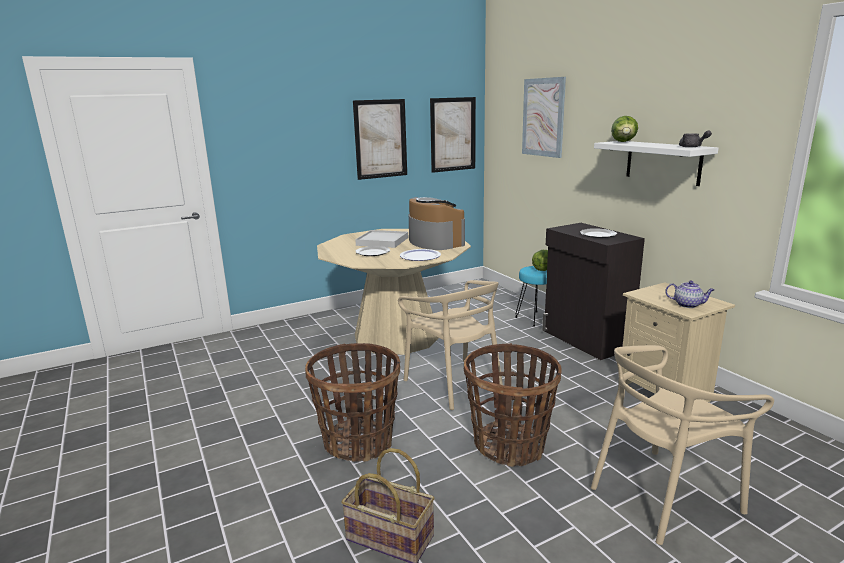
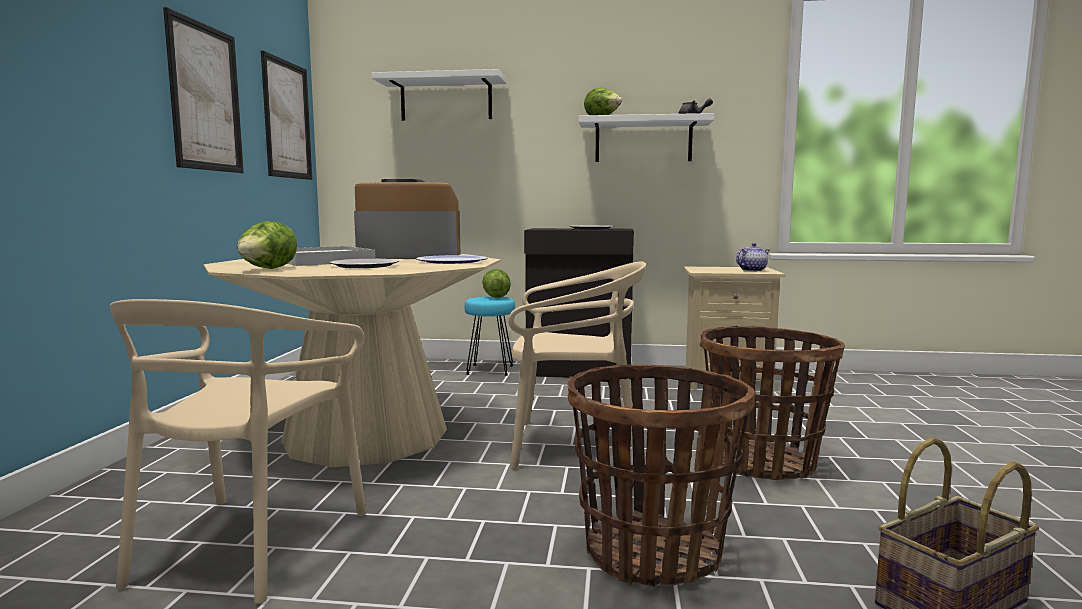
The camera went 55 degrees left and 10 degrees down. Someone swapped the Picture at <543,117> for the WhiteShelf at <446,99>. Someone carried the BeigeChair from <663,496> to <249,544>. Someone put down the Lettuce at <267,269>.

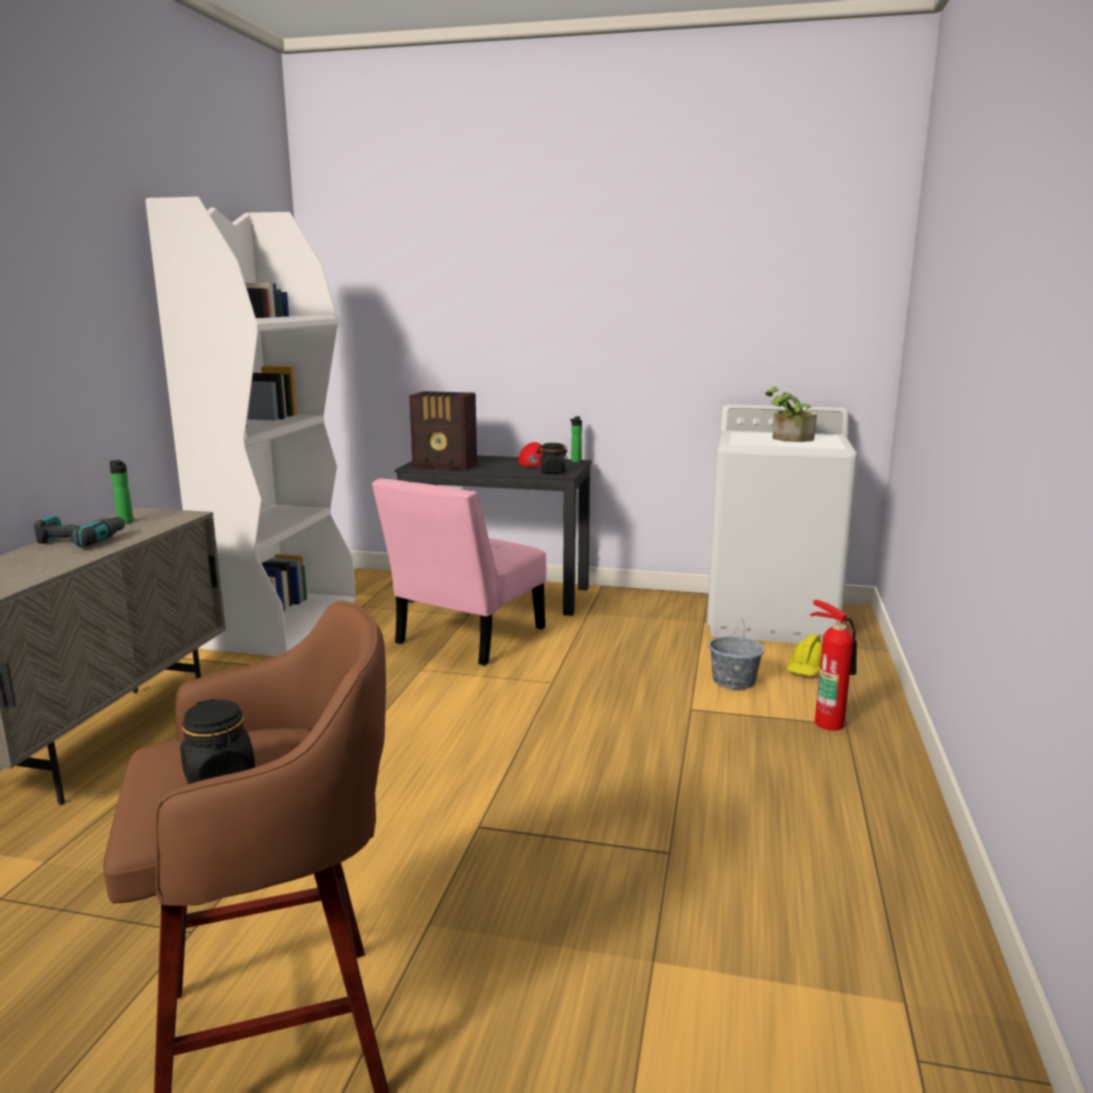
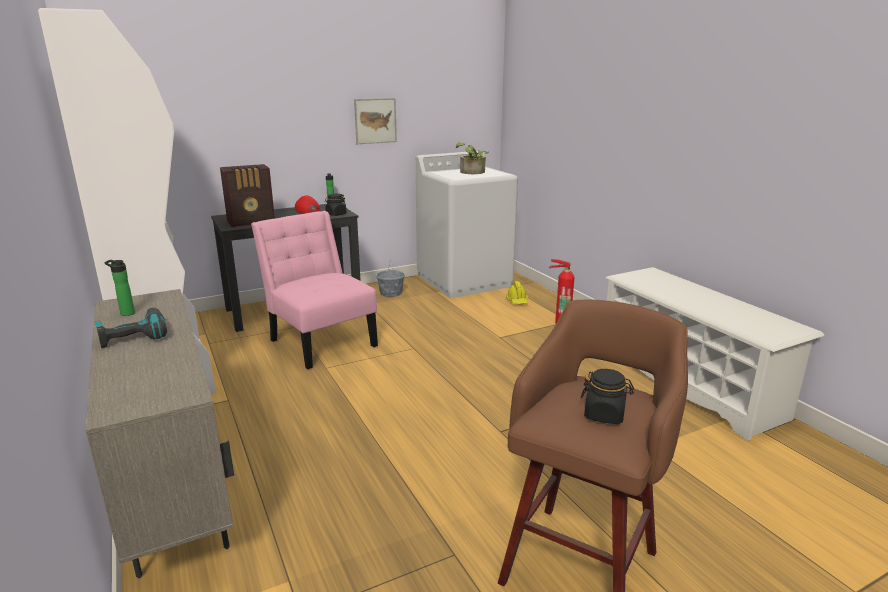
The camera went 40 degrees left and 5 degrees up. Someone rotated the PinkChair at <465,638> by 150 degrees clockwise. Someone carried the GreyBucket from <734,681> to <391,293>. Someone put up the Picture at <375,121>. Someone put down the WhiteShoeRack at <688,383>.

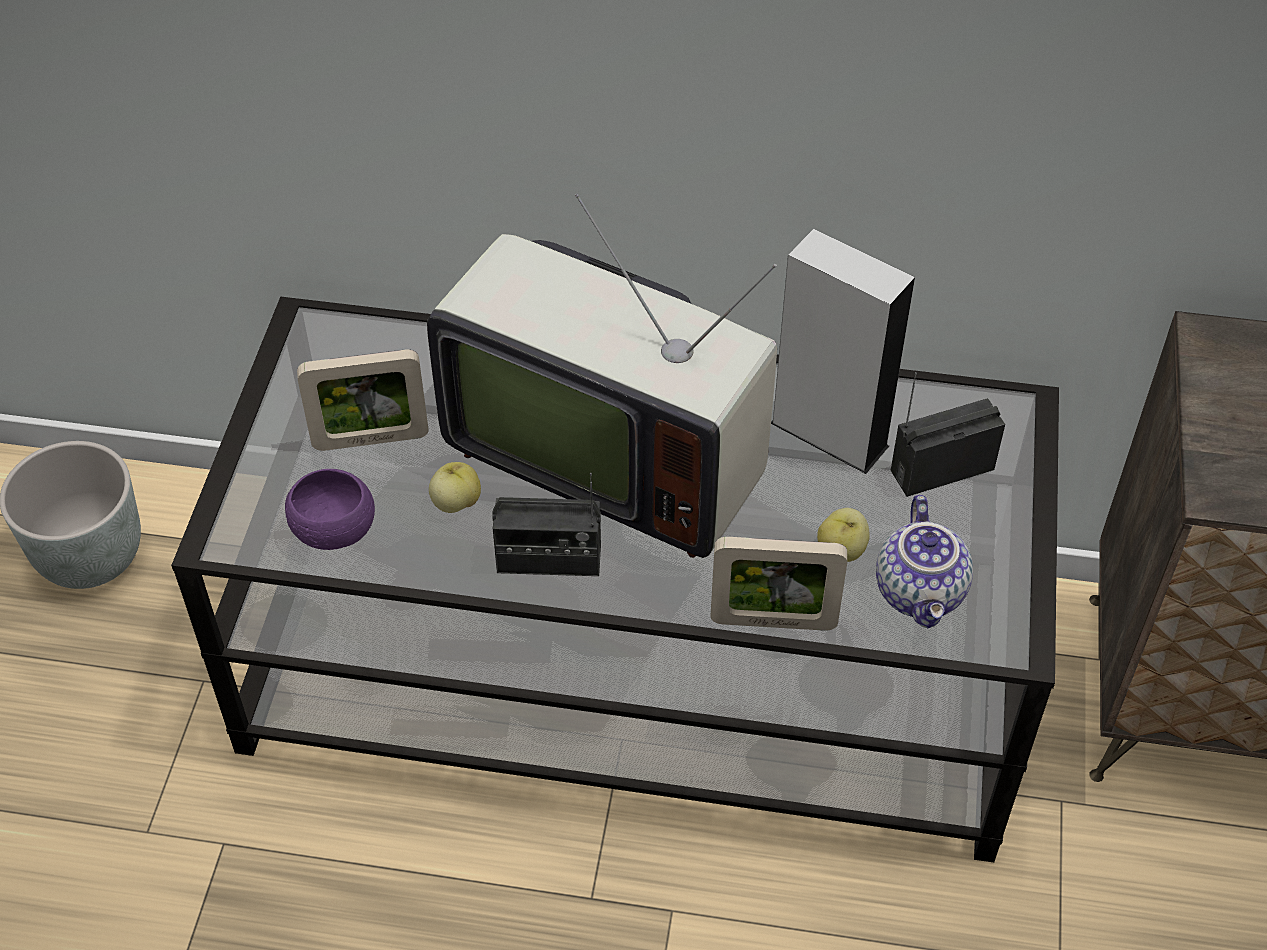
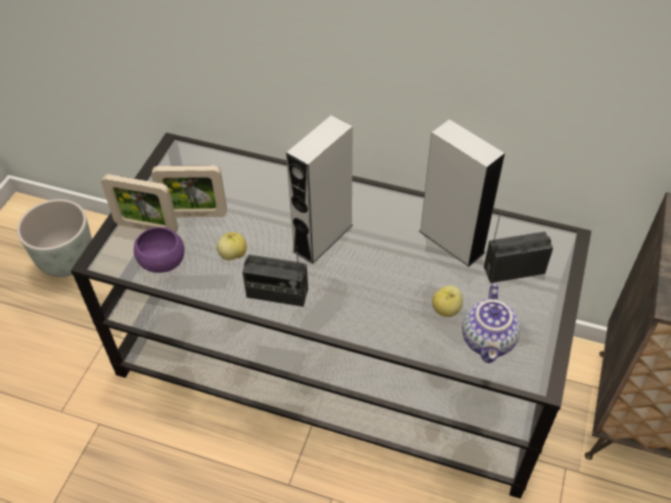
The camera went 10 degrees right and 0 degrees up. Someone swapped the Television at <607,454> for the GreySpeaker at <323,238>. Someone carried the PictureFrame from <773,621> to <147,227>.

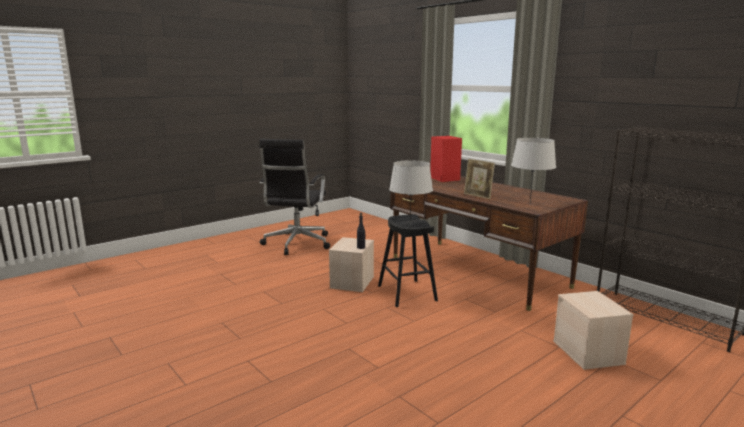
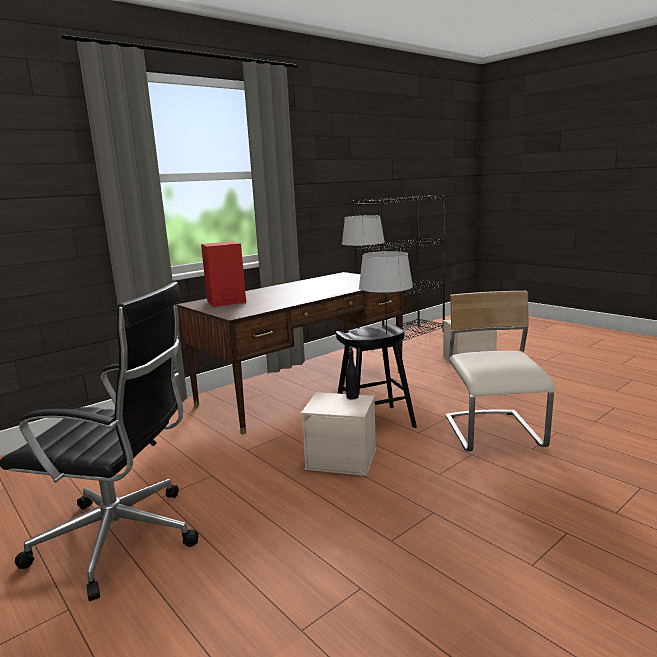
The camera went 90 degrees left and 0 degrees up. Someone took away the PictureFrame at <477,196>. Someone put down the BeigeChair at <494,433>.

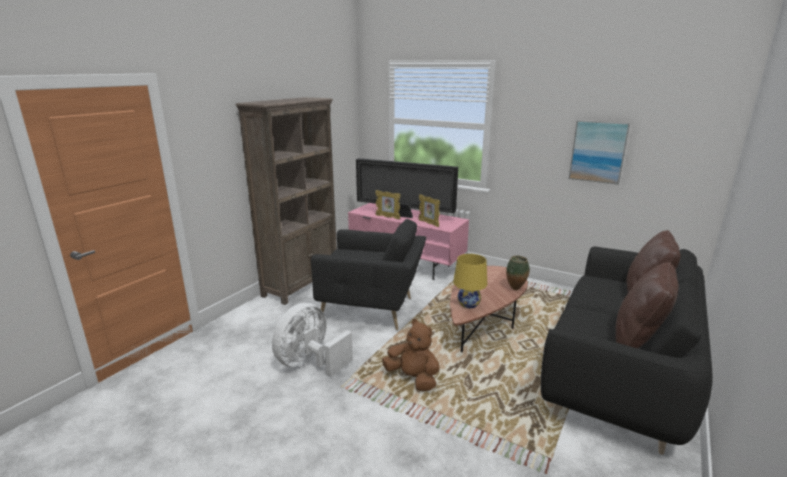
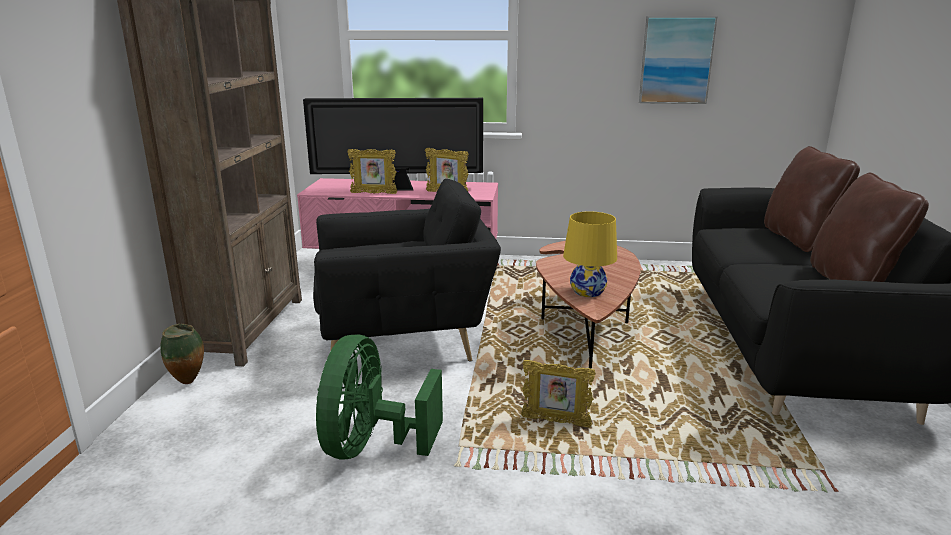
The camera went 25 degrees left and 0 degrees up. Someone repainted the WhiteFan at <310,363>, which became the GreenFan at <371,446>. Someone swapped the BrownPlushToy at <413,378> for the PictureFrame at <555,422>. Someone carried the Vase from <516,289> to <189,382>.

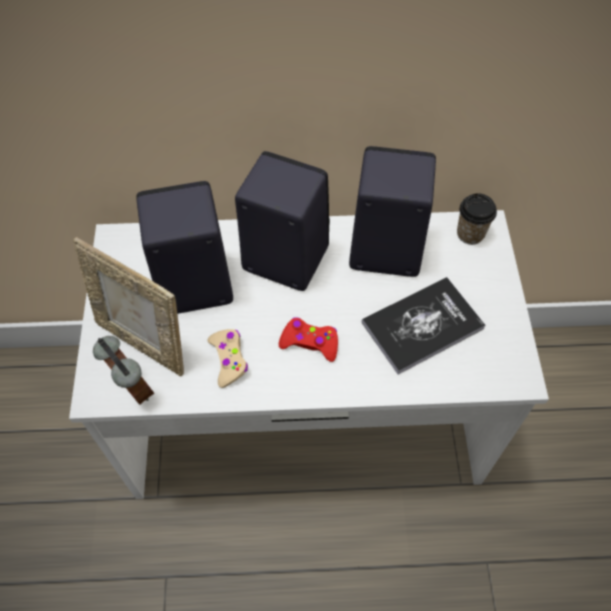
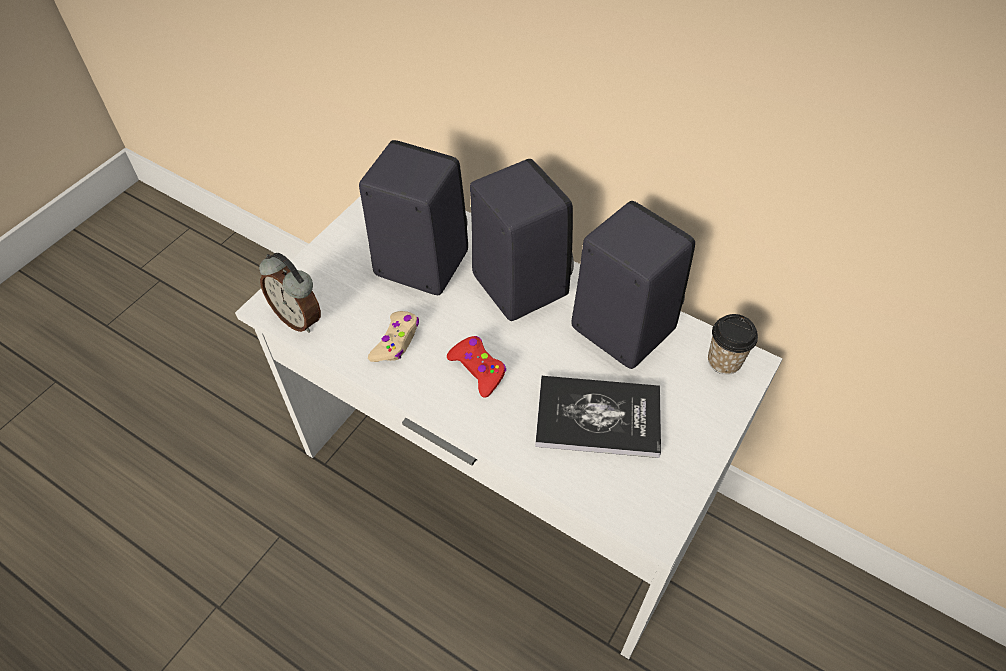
The camera went 35 degrees right and 5 degrees down. Someone took away the PictureFrame at <144,342>. Someone rotated the AlarmClock at <131,389> by 135 degrees clockwise.

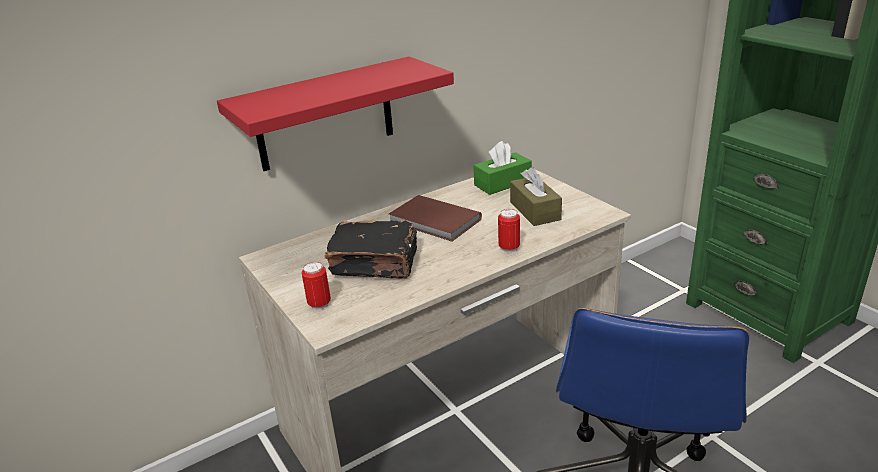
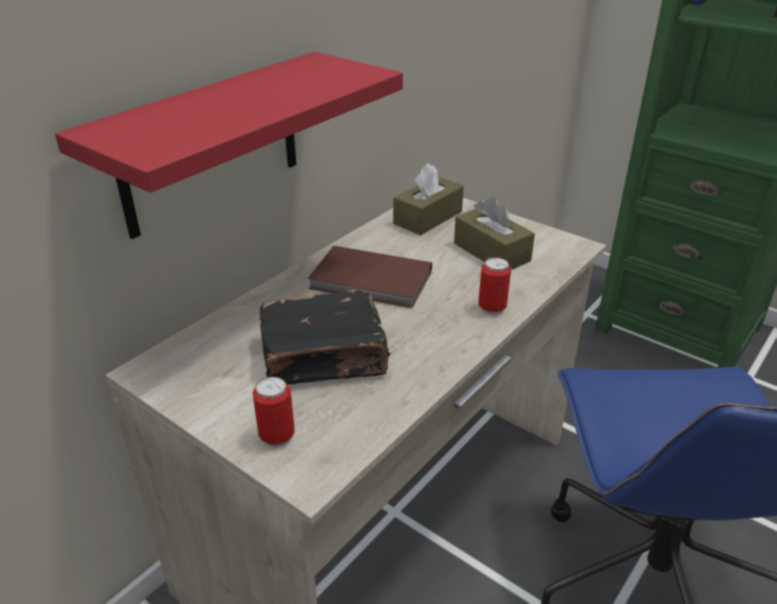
The camera went 20 degrees left and 5 degrees up. Someone repainted the GreenTissueBox at <502,183>, which became the BrownTissueBox at <428,218>.

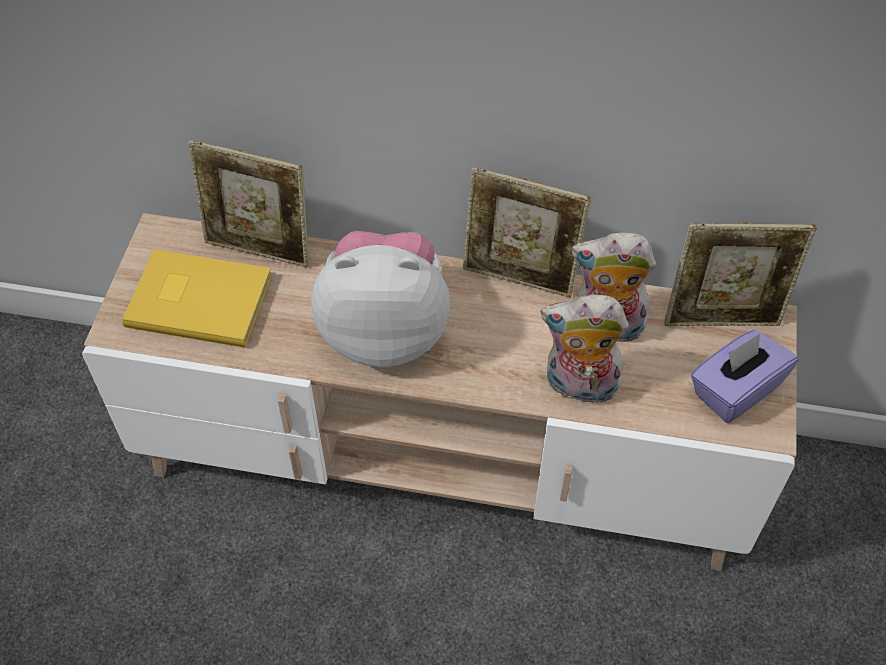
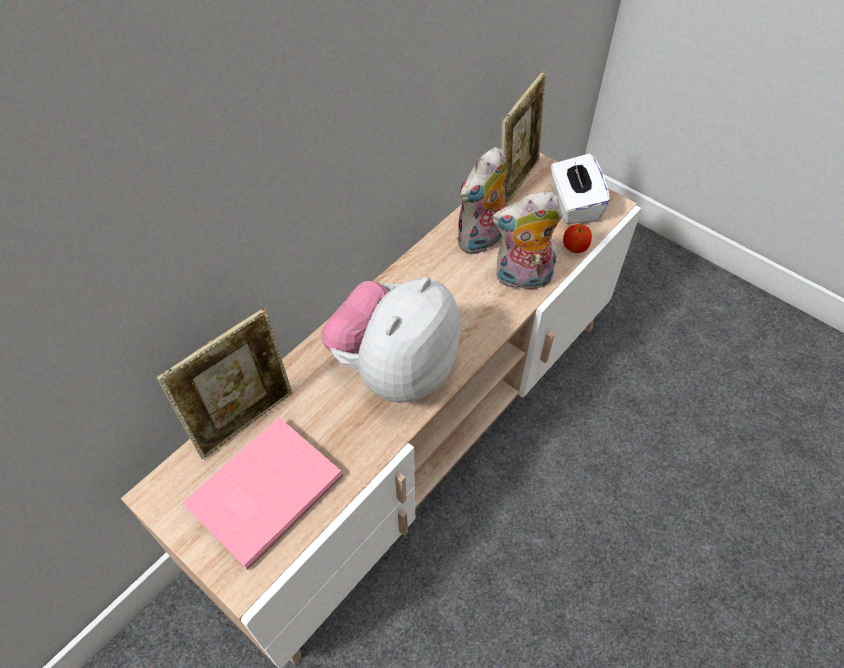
The camera went 60 degrees left and 0 degrees up. Someone repainted the YellowBook at <198,298>, which became the PinkBook at <261,491>. Someone took away the PictureFrame at <519,278>. Someone rotated the PlushToy at <579,386> by 45 degrees clockwise. Someone repainted the PurpleTissueBox at <735,390>, which became the WhiteTissueBox at <573,205>. Someone put down the Apple at <575,248>.

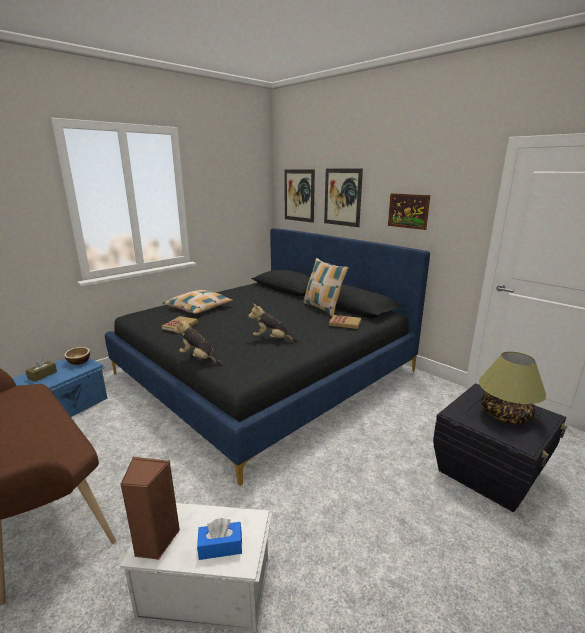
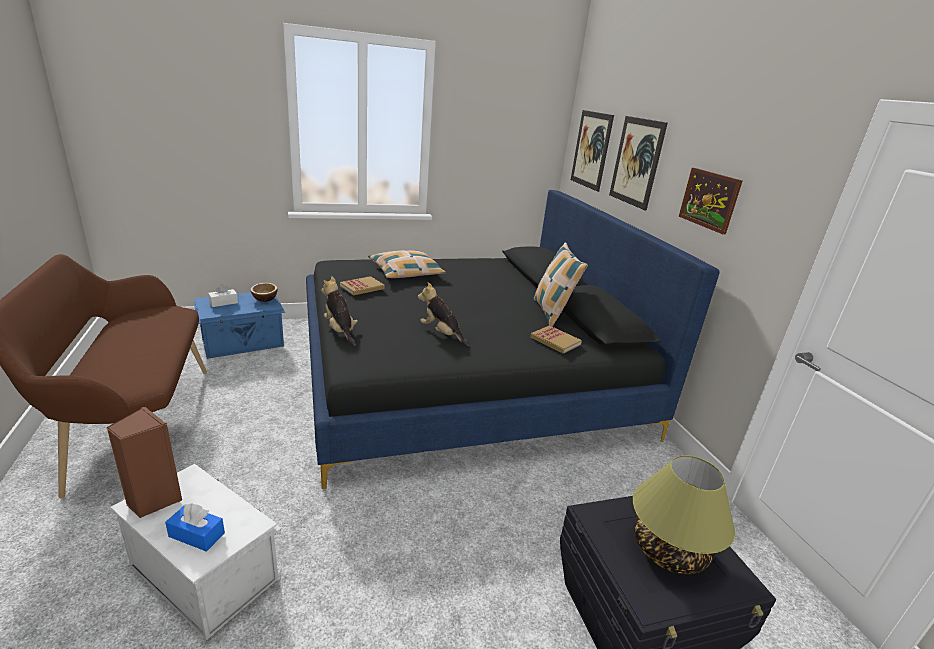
The camera went 25 degrees right and 5 degrees up. Someone repainted the BrownTissueBox at <42,375>, which became the WhiteTissueBox at <223,302>.

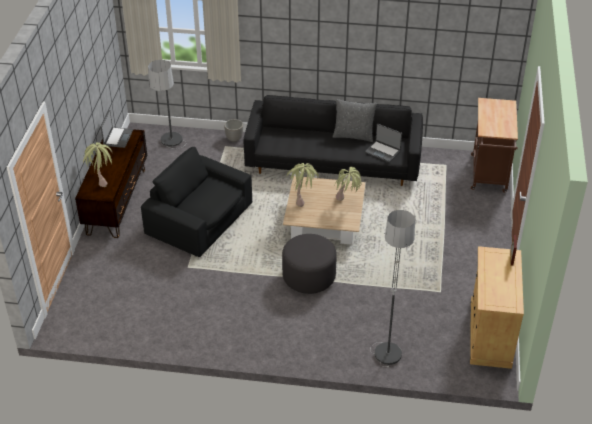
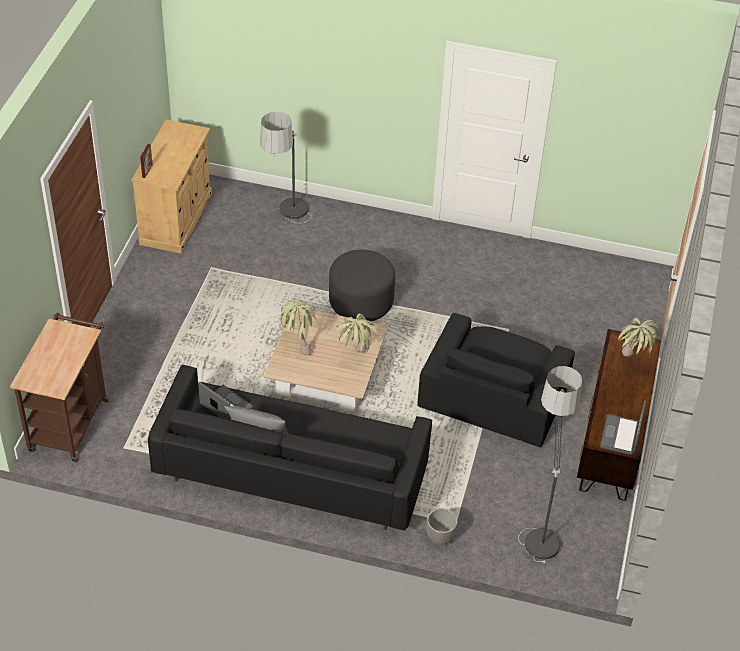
The camera went 175 degrees left and 5 degrees up. Someone rotated the BlackArmchair at <200,219> by 75 degrees clockwise.

